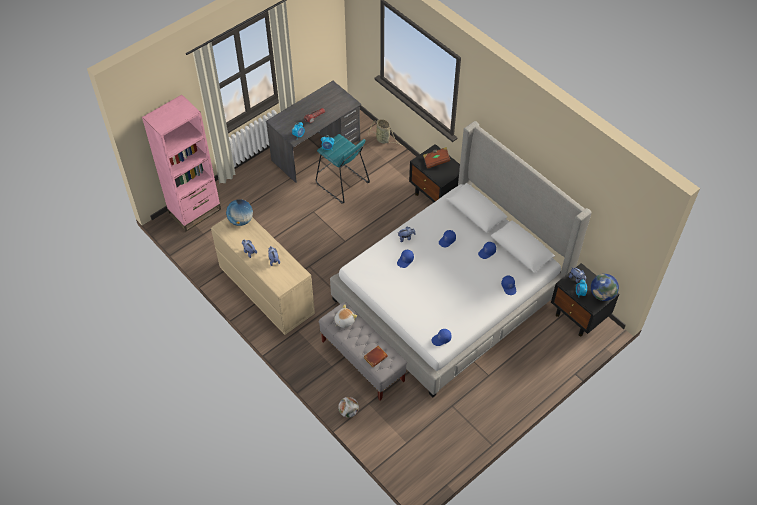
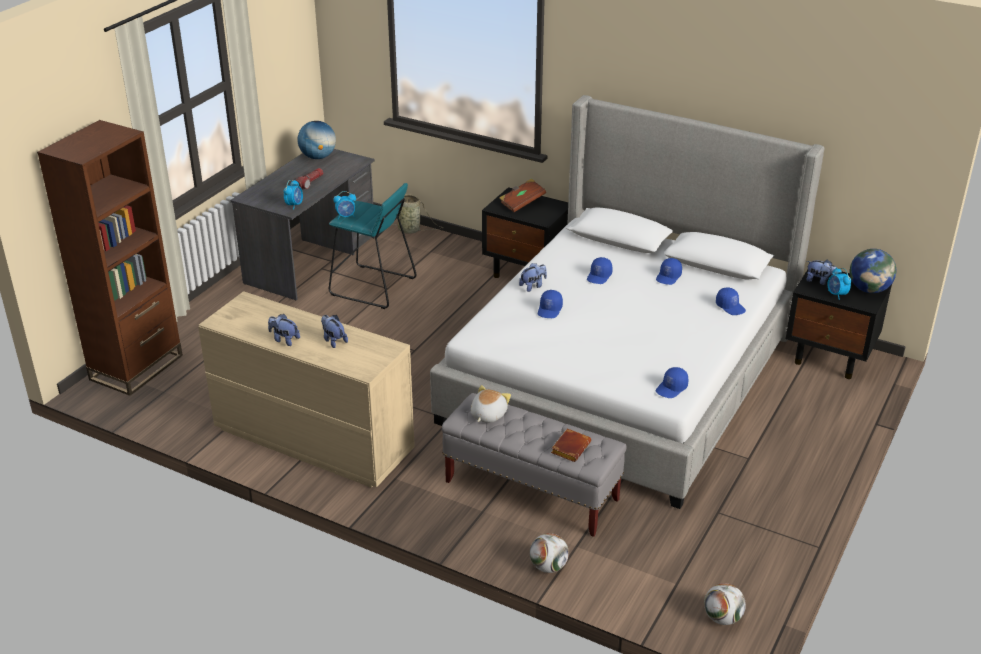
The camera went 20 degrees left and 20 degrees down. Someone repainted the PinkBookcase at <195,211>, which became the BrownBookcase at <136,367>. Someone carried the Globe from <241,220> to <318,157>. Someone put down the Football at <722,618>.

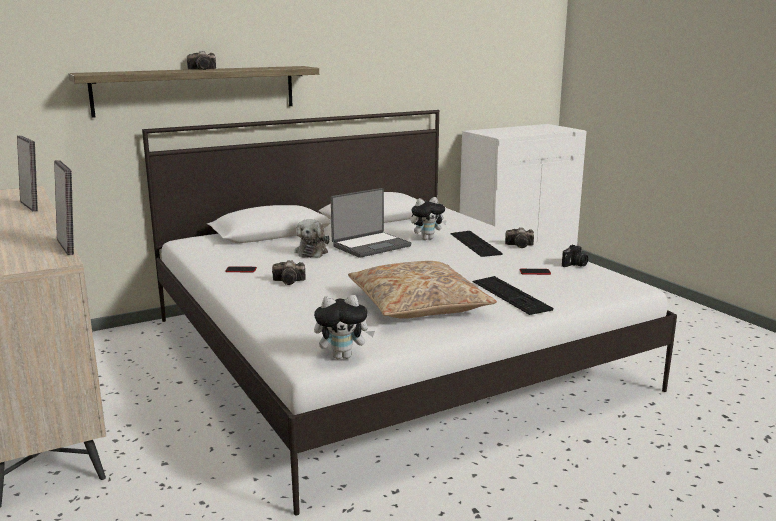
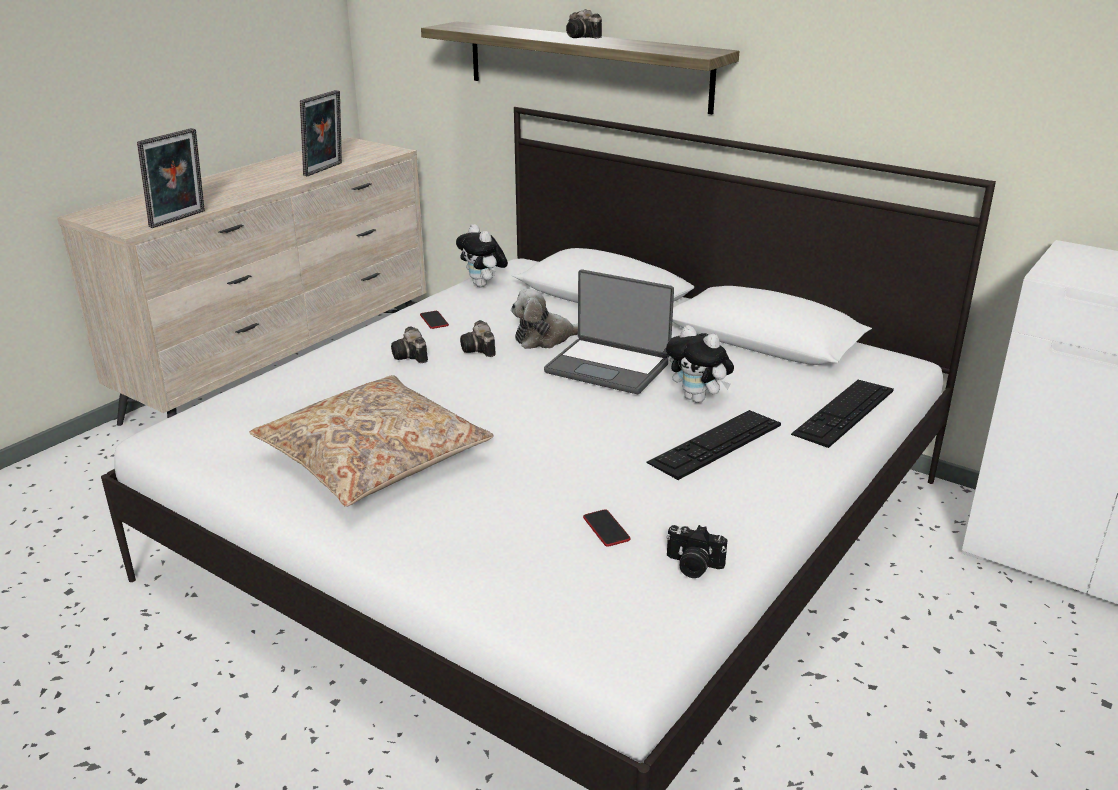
The camera went 65 degrees right and 10 degrees up. Someone carried the PlushToy from <343,356> to <483,285>. Someone carried the Keyboard from <510,295> to <844,412>. Someone carried the PhotoCamera from <521,245> to <480,350>.

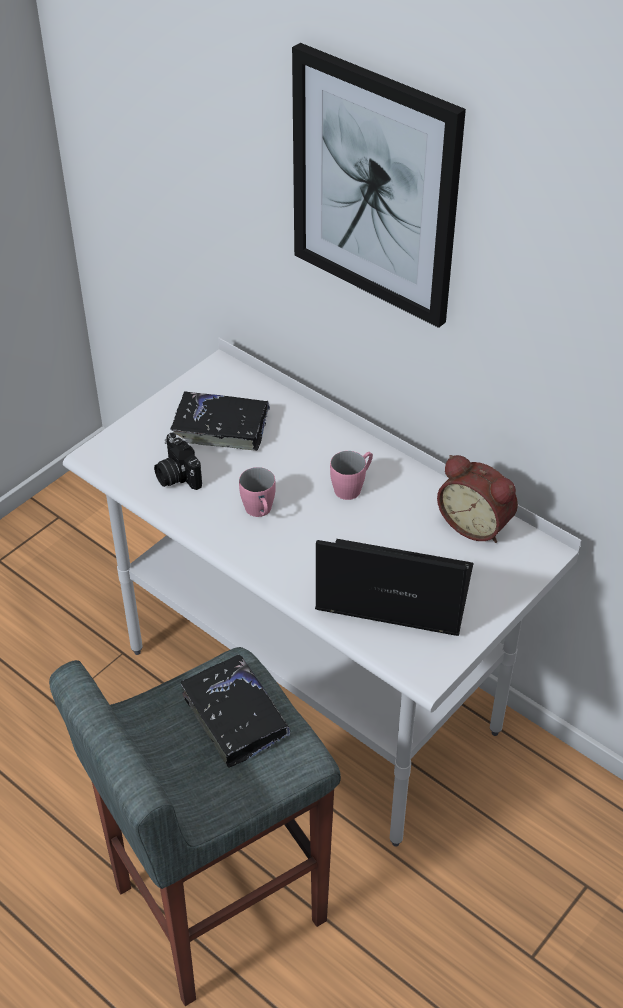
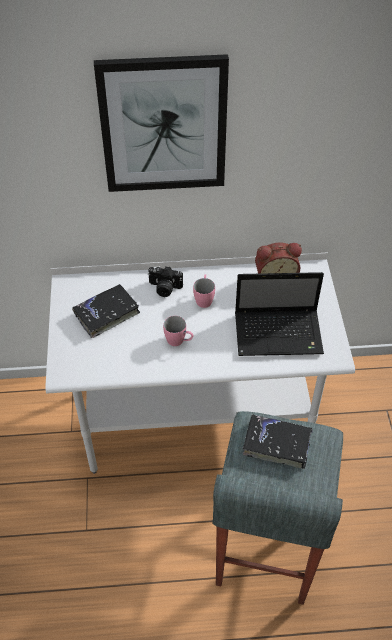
The camera went 45 degrees left and 5 degrees up. Someone carried the PhotoCamera from <176,476> to <164,288>. Someone rotated the Laptop at <391,591> by 150 degrees counterclockwise.

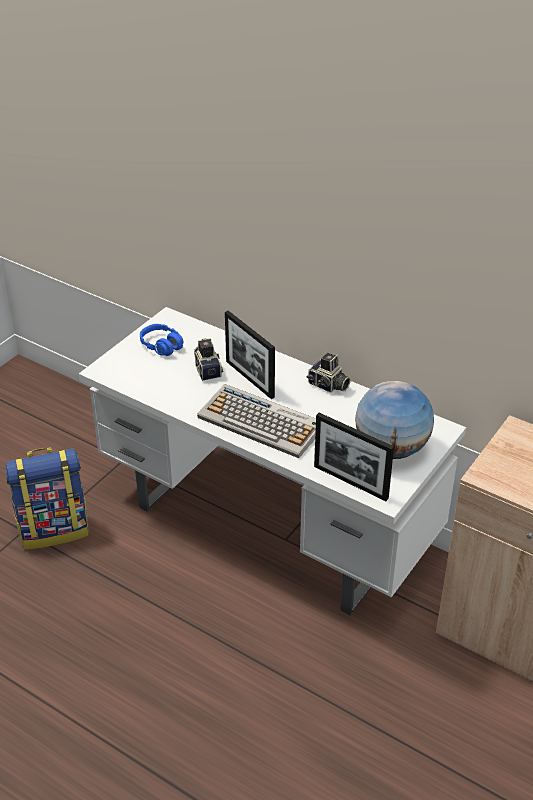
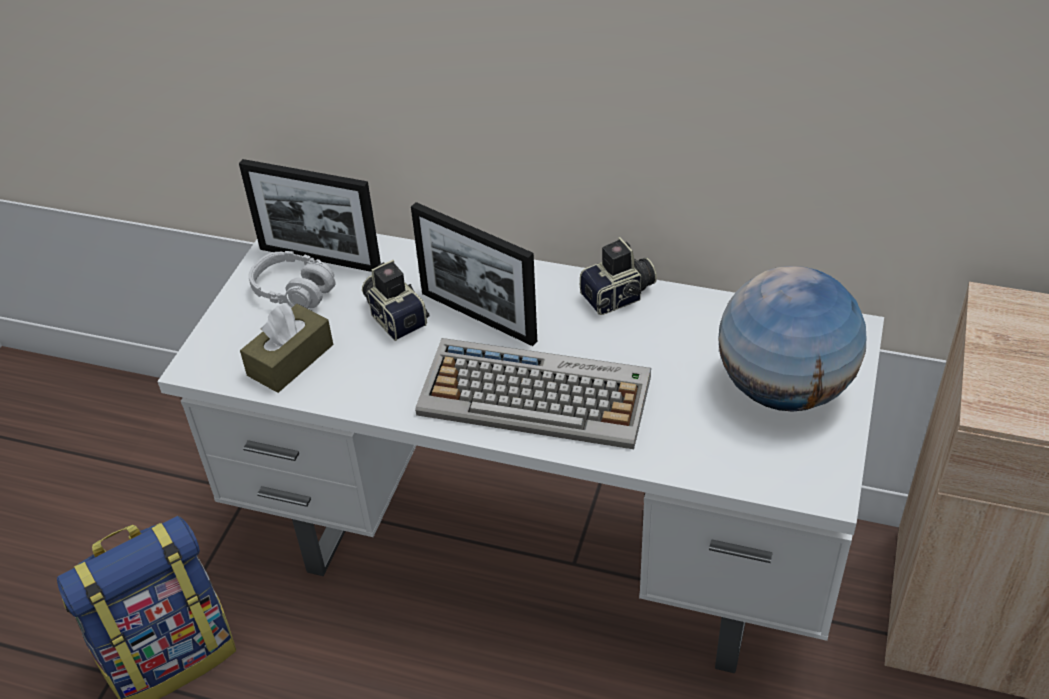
The camera went 15 degrees left and 5 degrees up. Someone repainted the BlueHeadphones at <161,346>, which became the GreyHeadphones at <294,291>. Someone rotated the PhotoCamera at <328,385> by 45 degrees counterclockwise. Someone carried the PictureFrame from <350,482> to <320,258>. Someone put down the BrownTissueBox at <290,360>.

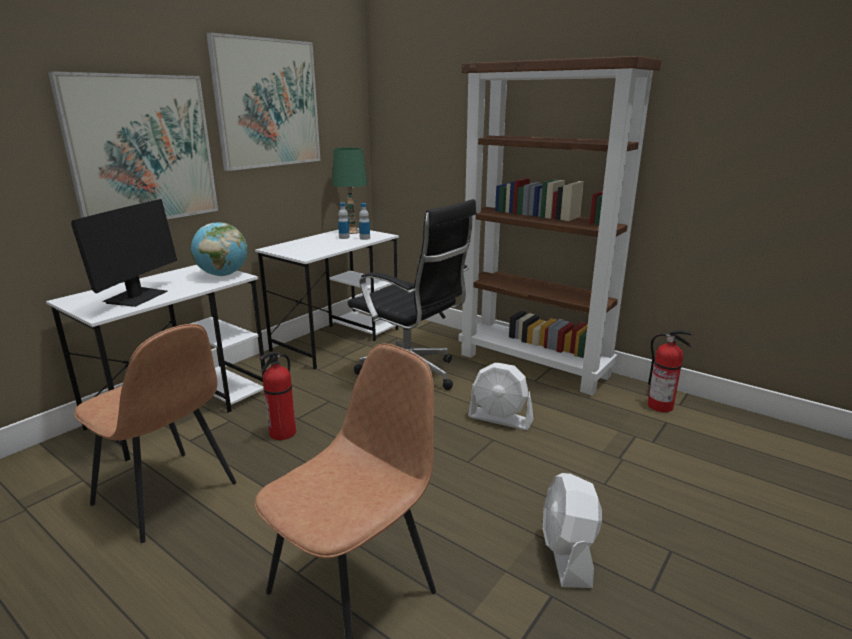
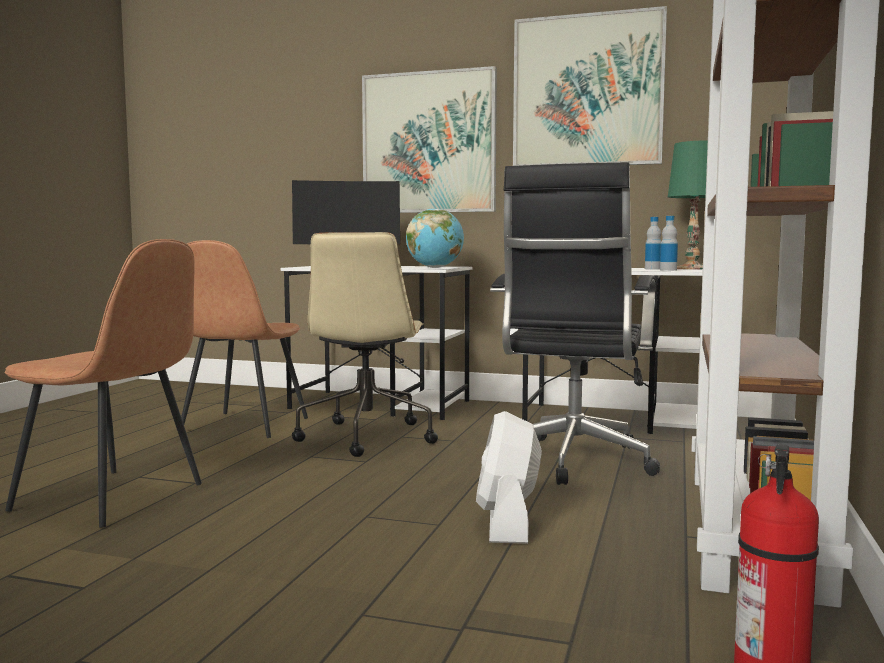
The camera went 70 degrees right and 15 degrees down. Someone swapped the FireExtinguisher at <282,433> for the BeigeOfficeChair at <366,437>. Someone took away the WhiteFan at <567,554>.

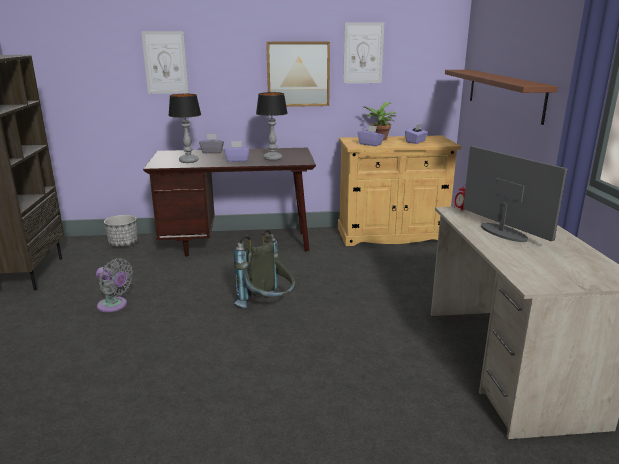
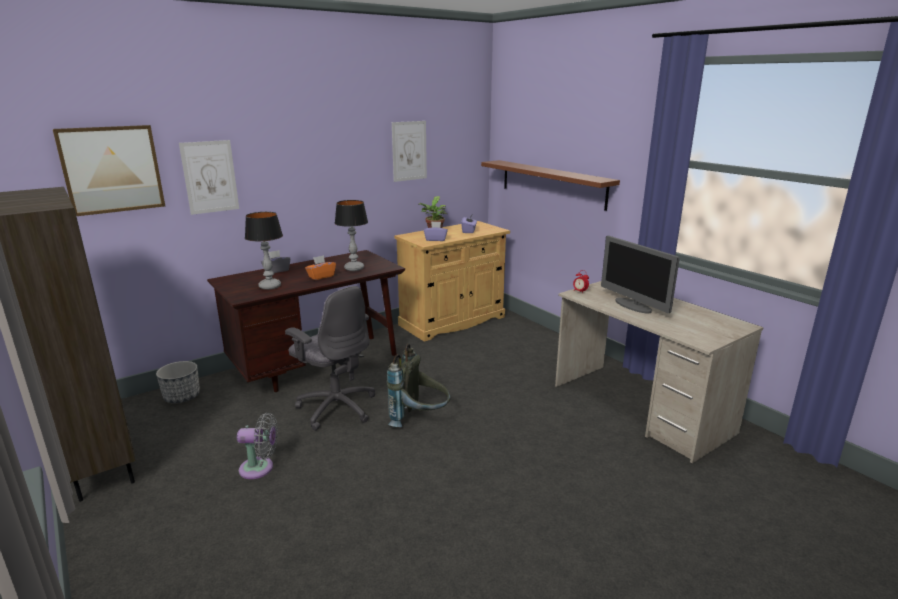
The camera went 30 degrees left and 0 degrees up. Someone repainted the PurpleTissueBox at <237,160>, which became the OrangeTissueBox at <321,276>. Someone carried the Picture from <298,74> to <112,169>. Someone rotated the Monitor at <503,233> by 150 degrees counterclockwise. Someone put down the GreyOfficeChair at <336,407>.

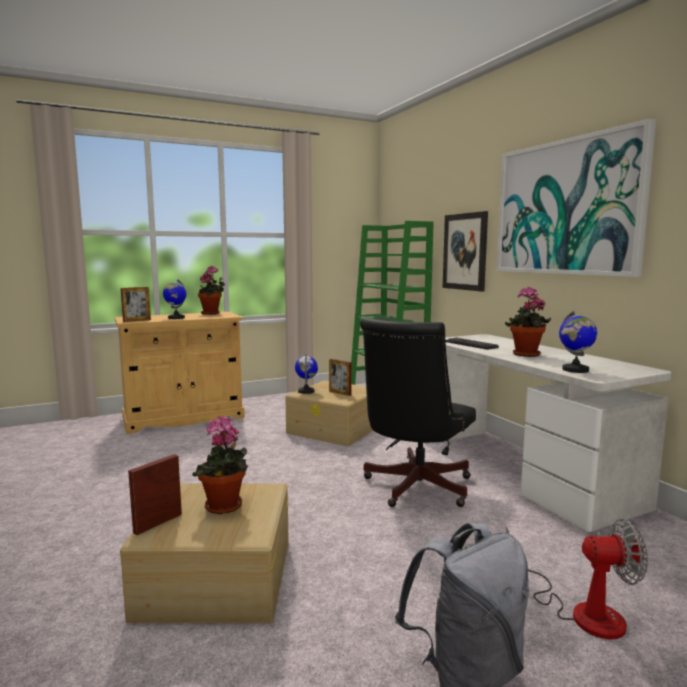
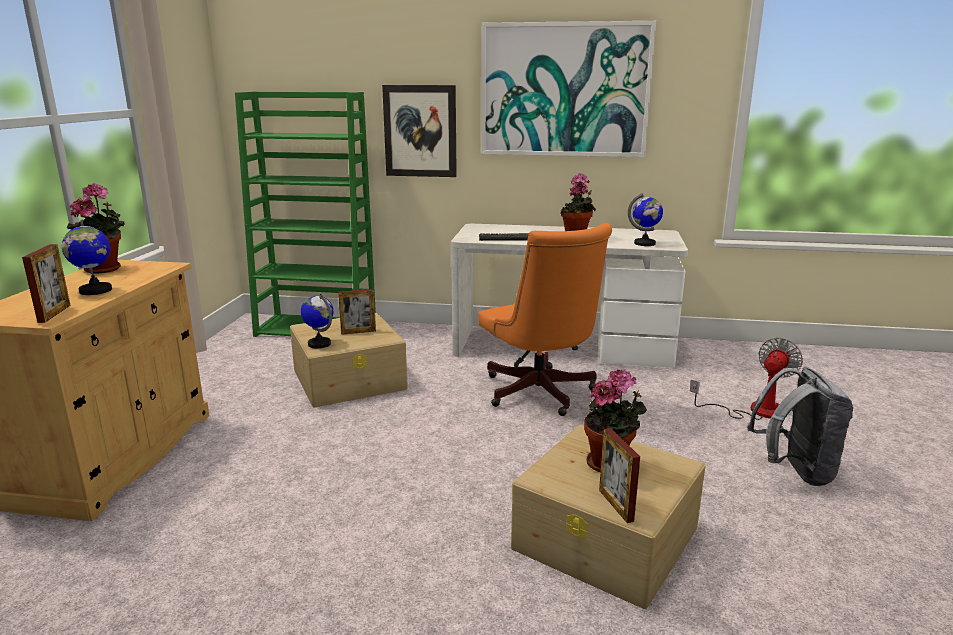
The camera went 55 degrees left and 10 degrees up. Someone repainted the BlackOfficeChair at <414,488>, which became the OrangeOfficeChair at <540,394>.

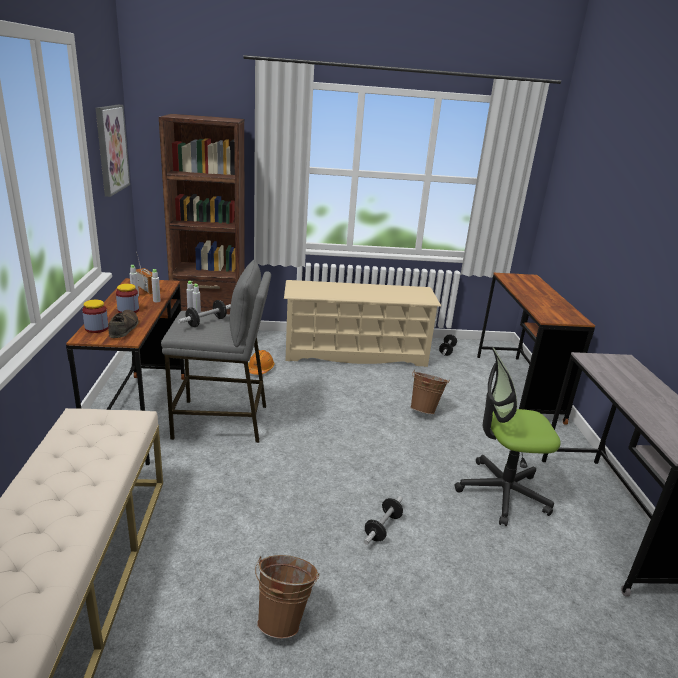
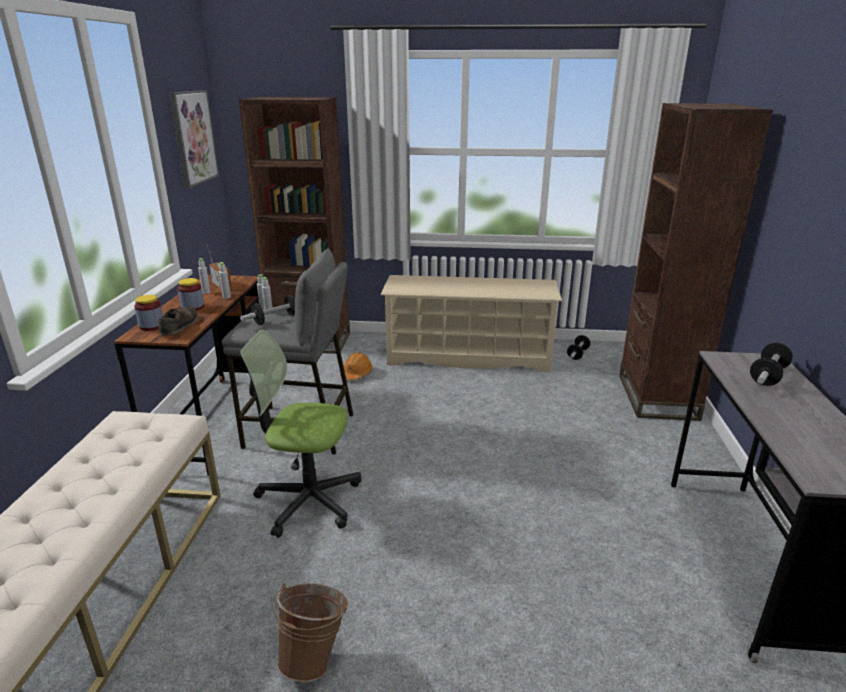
The camera went 10 degrees right and 0 degrees up. Someone carried the Dumbbell from <383,528> to <768,376>. Someone took away the BrownBucket at <425,410>. Someone carried the OfficeChair from <502,492> to <308,500>. Someone swapped the BrownDesk at <517,387> for the BrownBookcase at <657,397>.

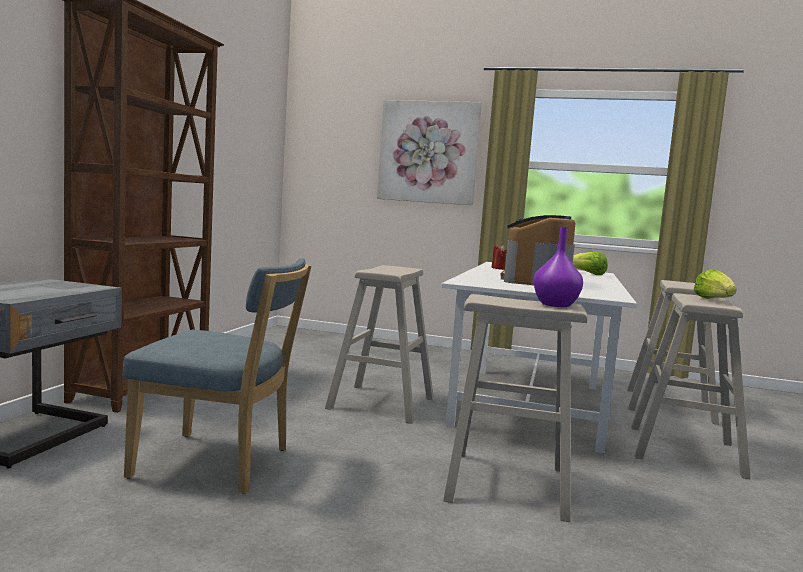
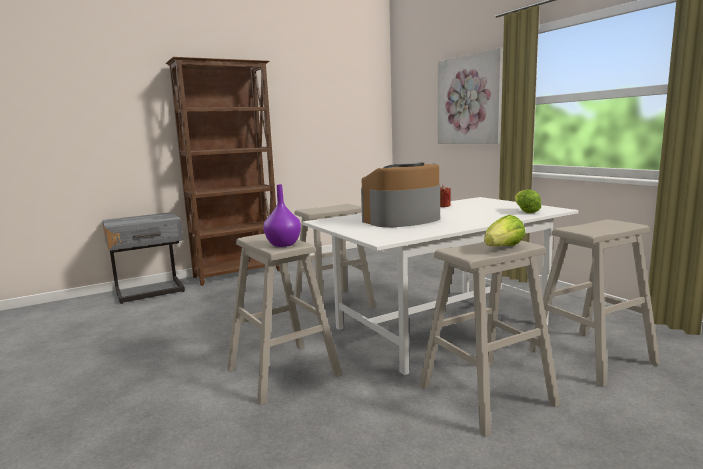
The camera went 45 degrees right and 5 degrees up. Someone took away the BlueChair at <219,464>.

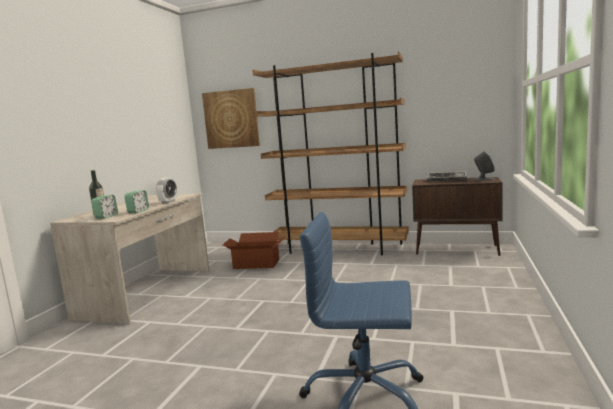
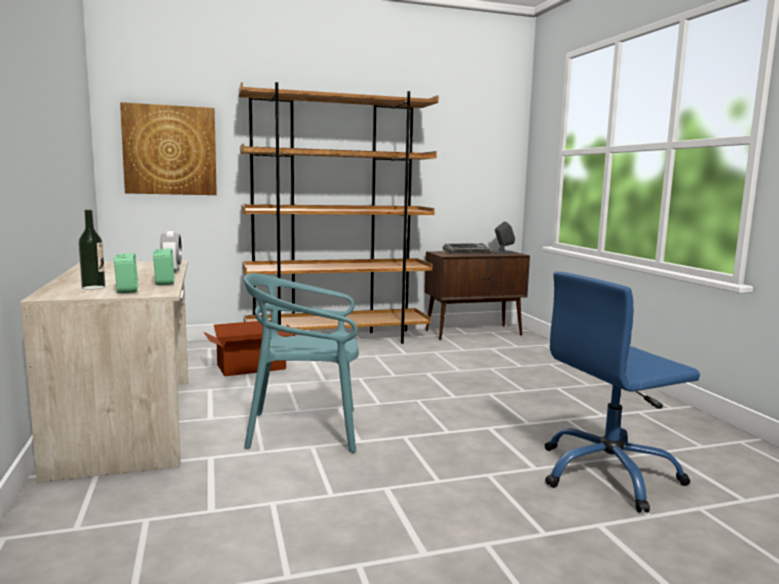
The camera went 35 degrees left and 0 degrees up. Someone put down the TurquoiseChair at <305,430>.

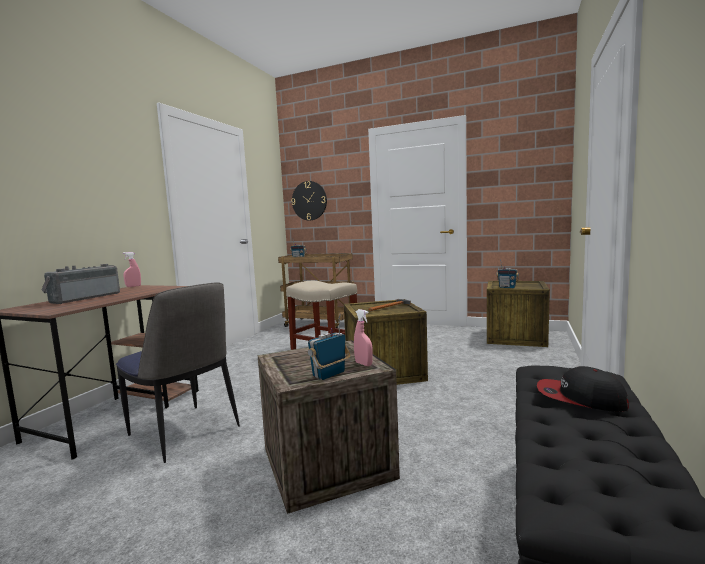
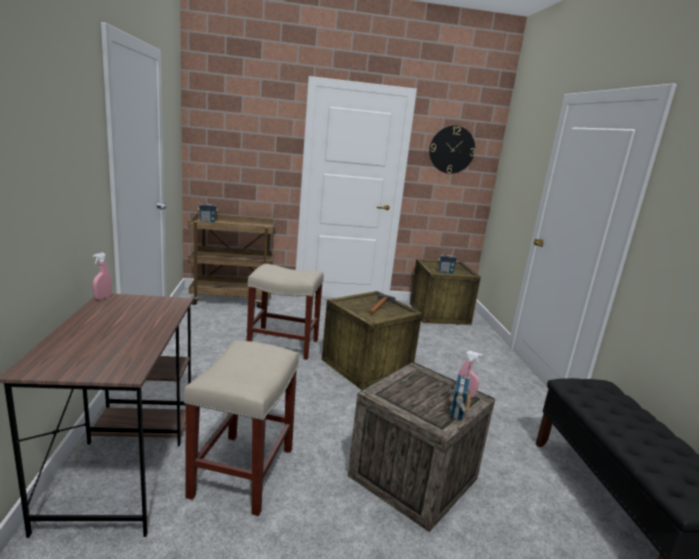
The camera went 30 degrees left and 10 degrees up. Someone took away the Radio at <84,298>. Someone swapped the Chair at <185,432> for the BeigeStool at <242,473>. Someone carried the WallClock from <309,200> to <451,149>. Someone took away the Cap at <580,398>.

